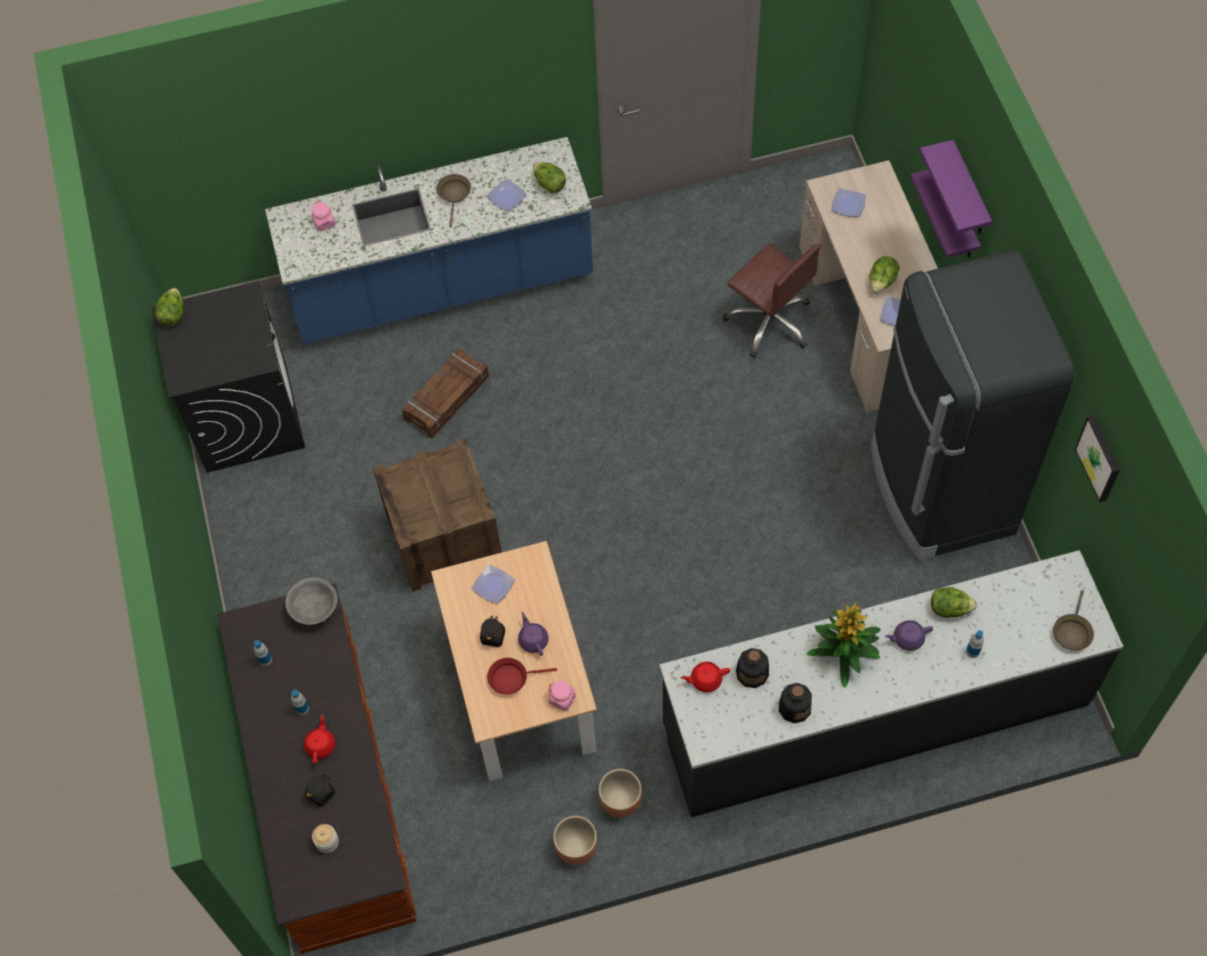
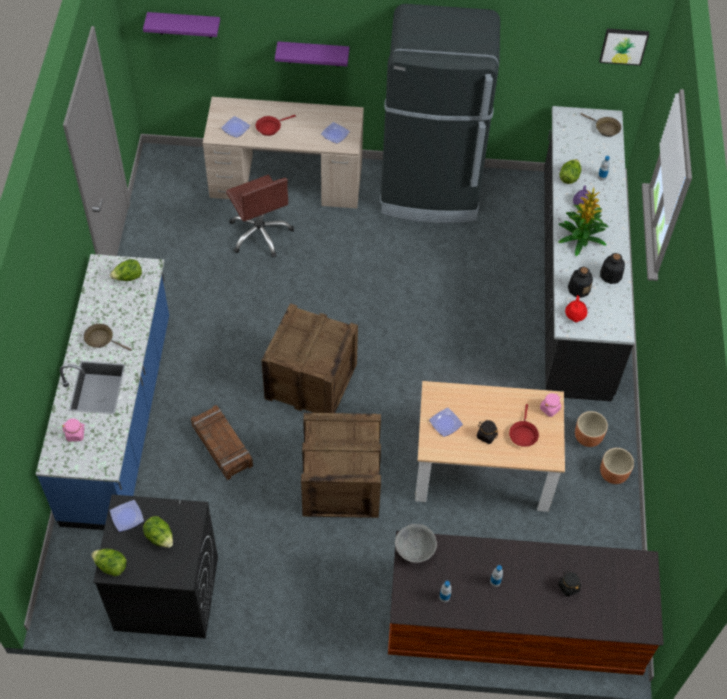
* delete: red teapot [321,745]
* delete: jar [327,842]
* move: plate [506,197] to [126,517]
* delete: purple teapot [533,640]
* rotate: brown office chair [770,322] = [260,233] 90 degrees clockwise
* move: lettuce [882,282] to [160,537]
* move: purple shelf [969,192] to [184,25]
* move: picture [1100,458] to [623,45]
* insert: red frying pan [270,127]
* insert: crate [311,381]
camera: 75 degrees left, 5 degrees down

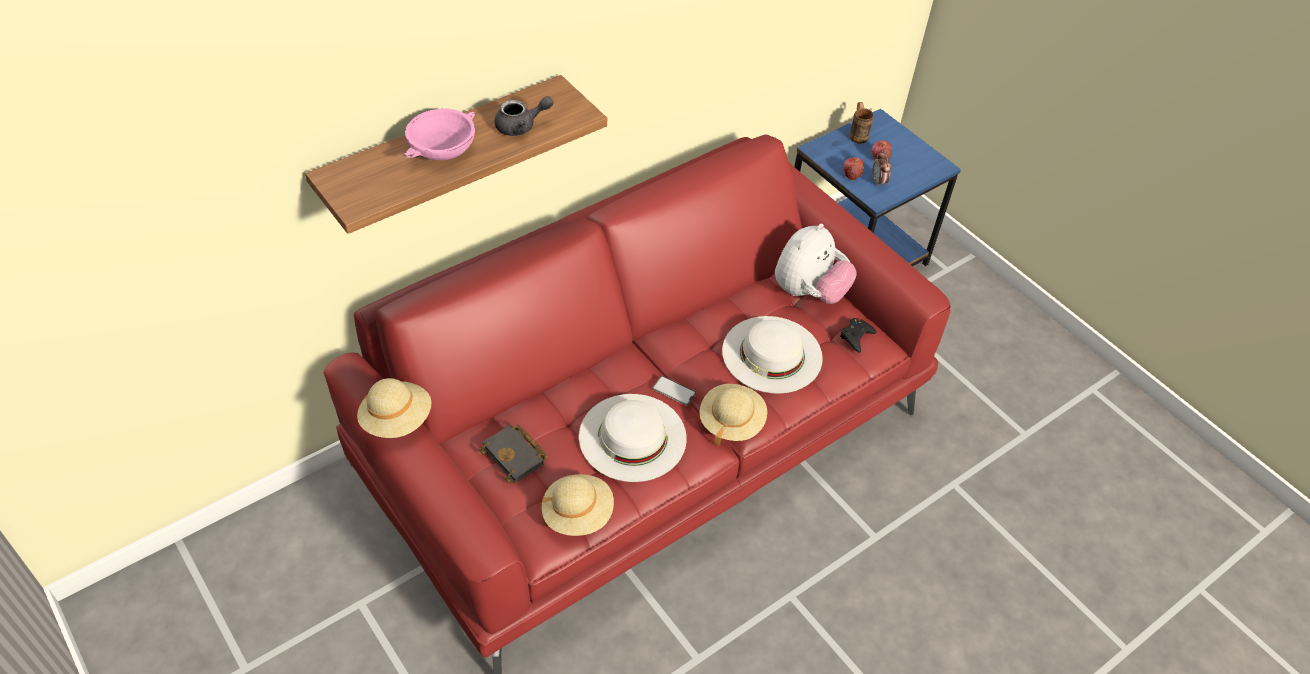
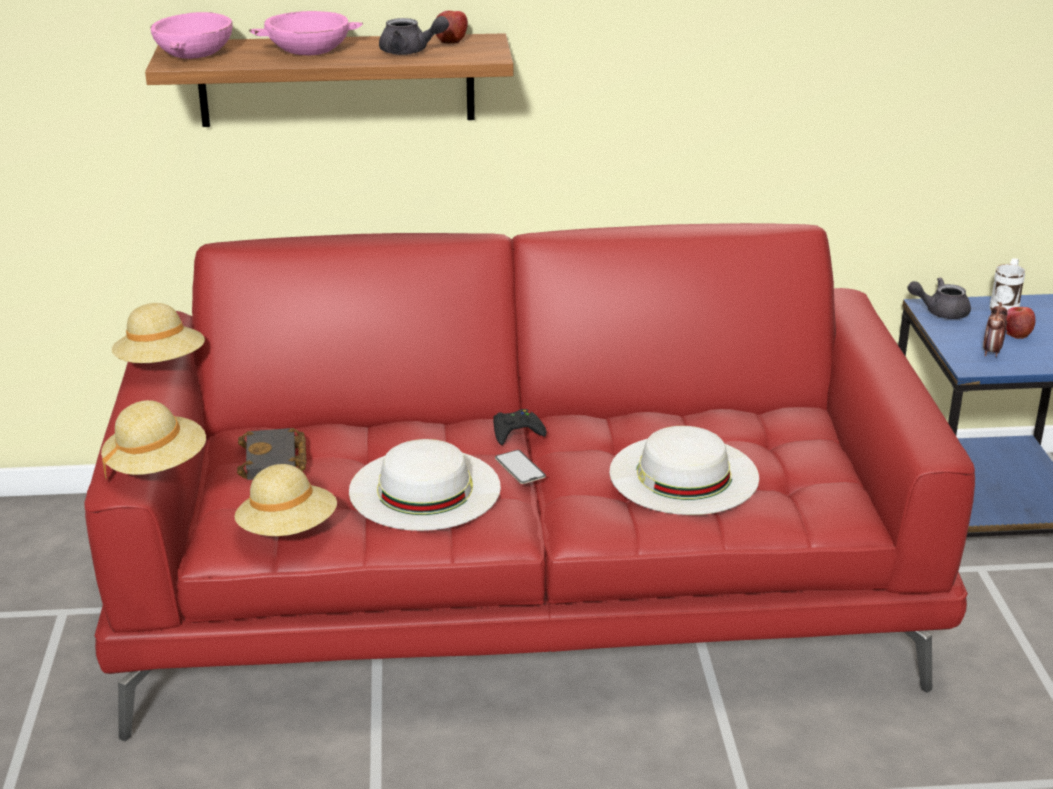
* move: beige hat [731,422] to [157,467]
* delete: plush toy [808,292]
* move: black game controller [856,336] to [516,432]
* move: apple [851,174] to [451,40]
* recolor: brown mug [857,134] to white mug [1005,307]
* insert: pink bowl [195,53]
* insert: grey teapot [940,312]
camera: 35 degrees right, 20 degrees down

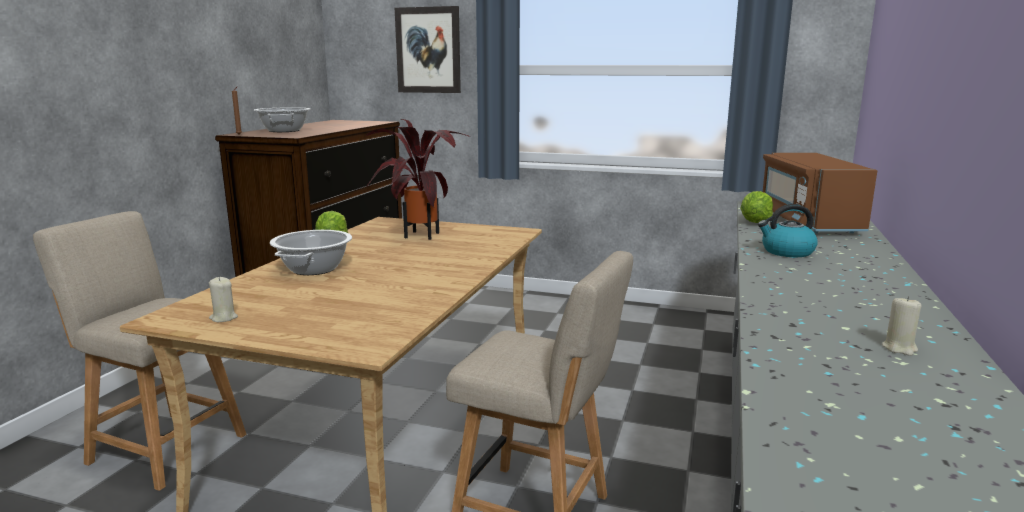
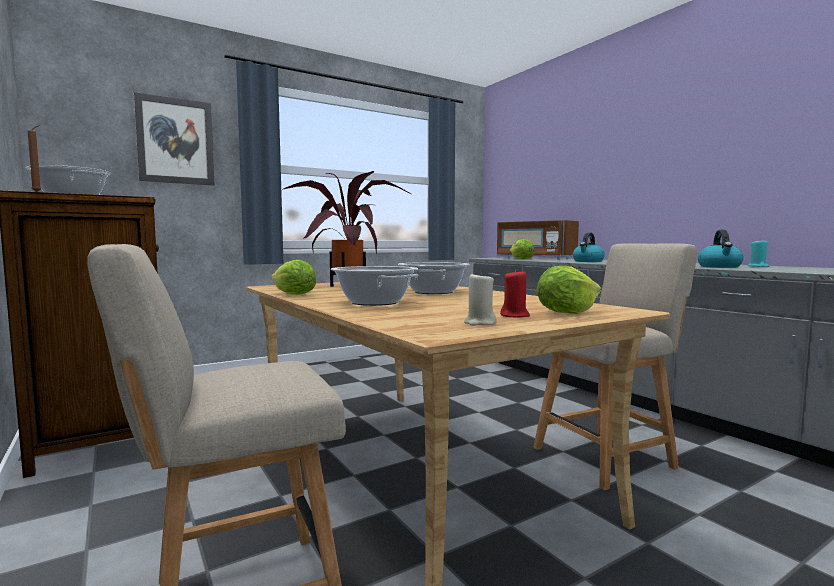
* recolor: beige candle [899,348] to turquoise candle [758,266]
* insert: cooking pot [433,292]
* insert: red candle [515,316]
* insert: lettuce [566,313]
* insert: kettle [720,267]
camera: 50 degrees left, 10 degrees down

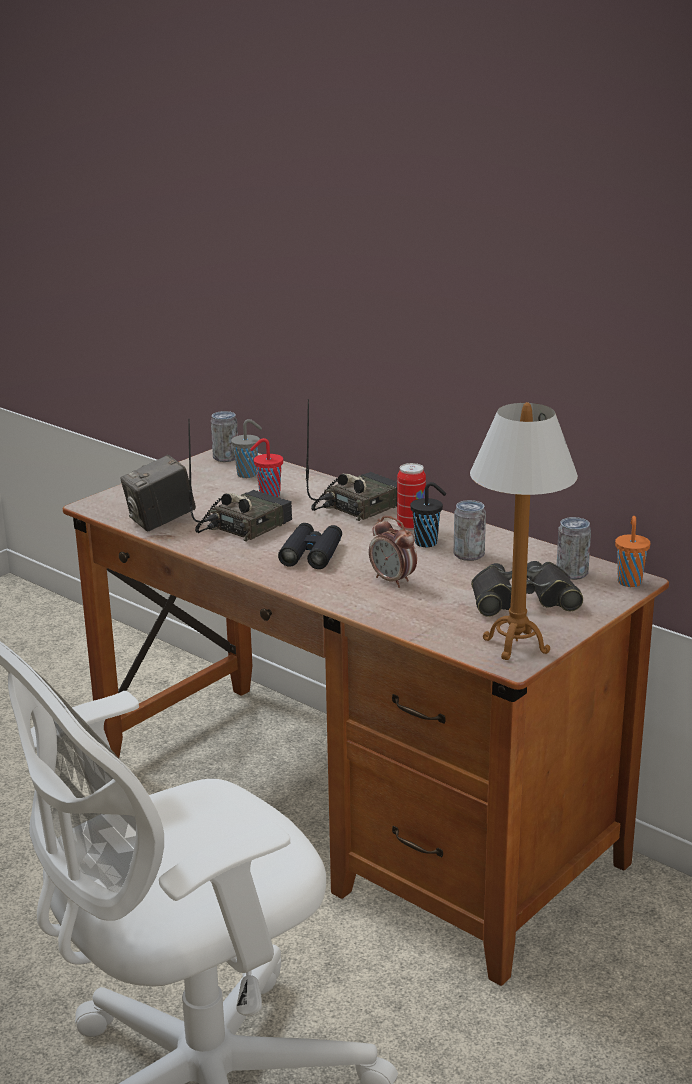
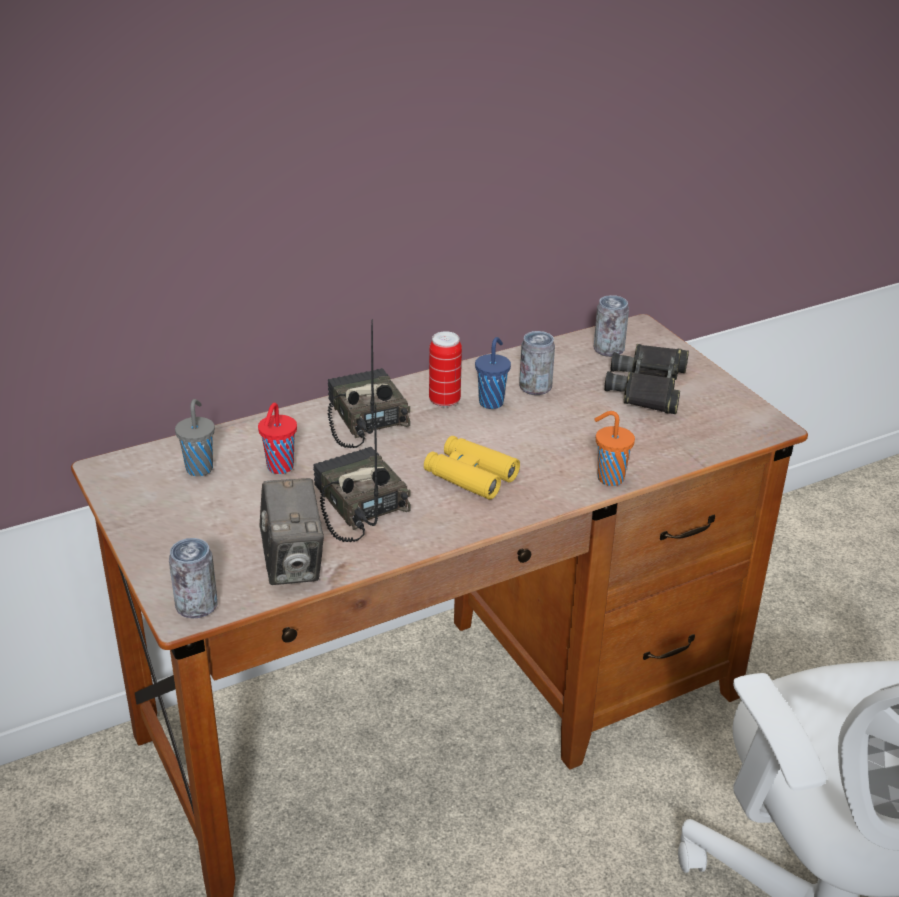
* move: can [225,458] to [196,606]
* recolor: black binoculars [311,554] to yellow binoculars [470,475]
* delete: alarm clock [393,581]
* recolor: black cup [427,543] to blue cup [492,402]
* delete: table lamp [515,646]
* move: orange cup [629,581] to [608,478]
camera: 70 degrees left, 10 degrees up

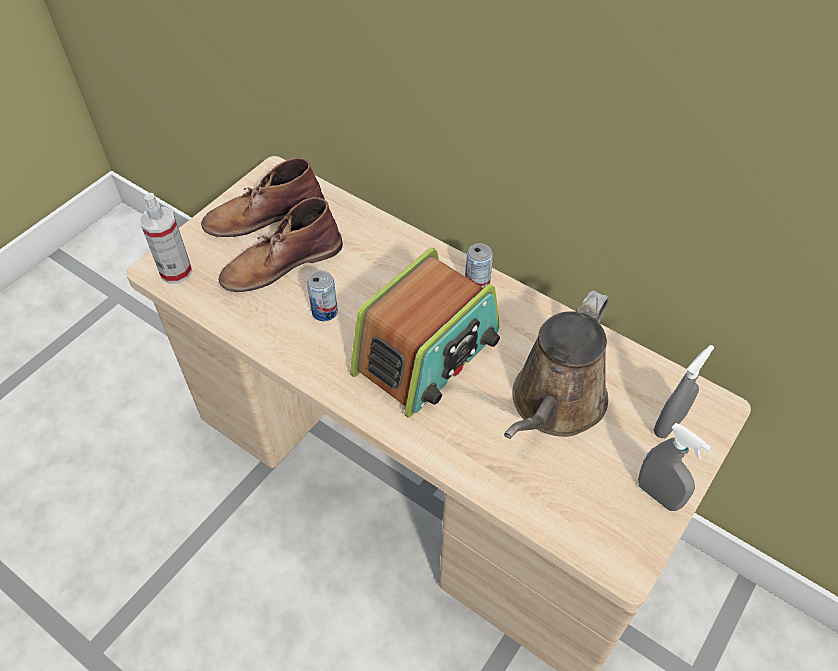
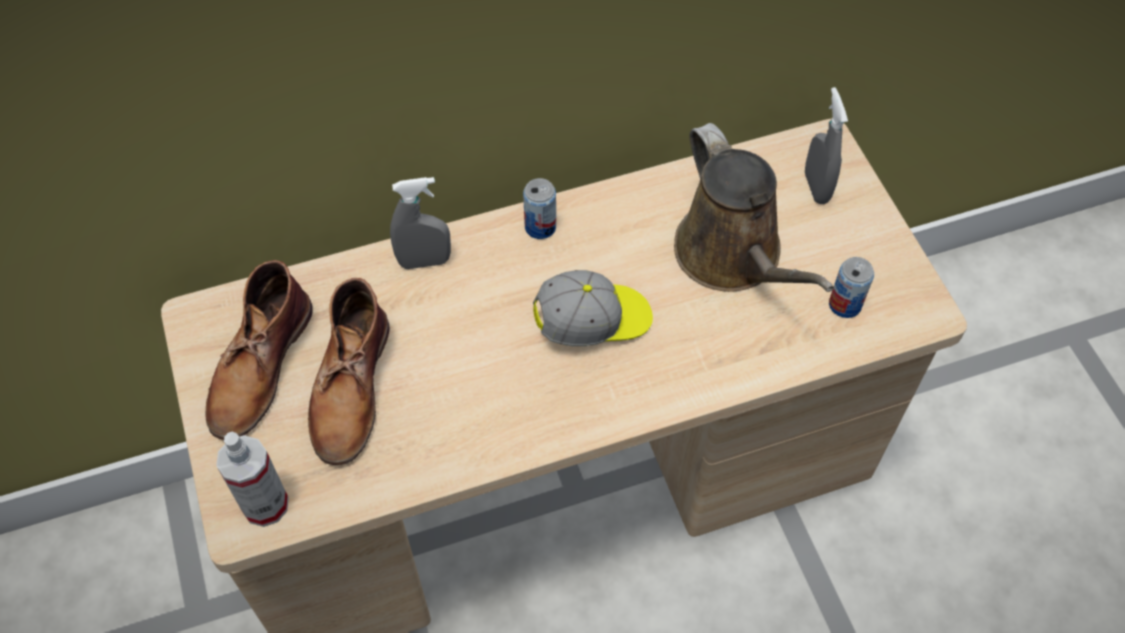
* move: can [324,311] to [845,304]
* replace: radio [427,353] to cap [593,322]
* move: grey spray bottle [658,495] to [424,261]
camera: 55 degrees left, 5 degrees up

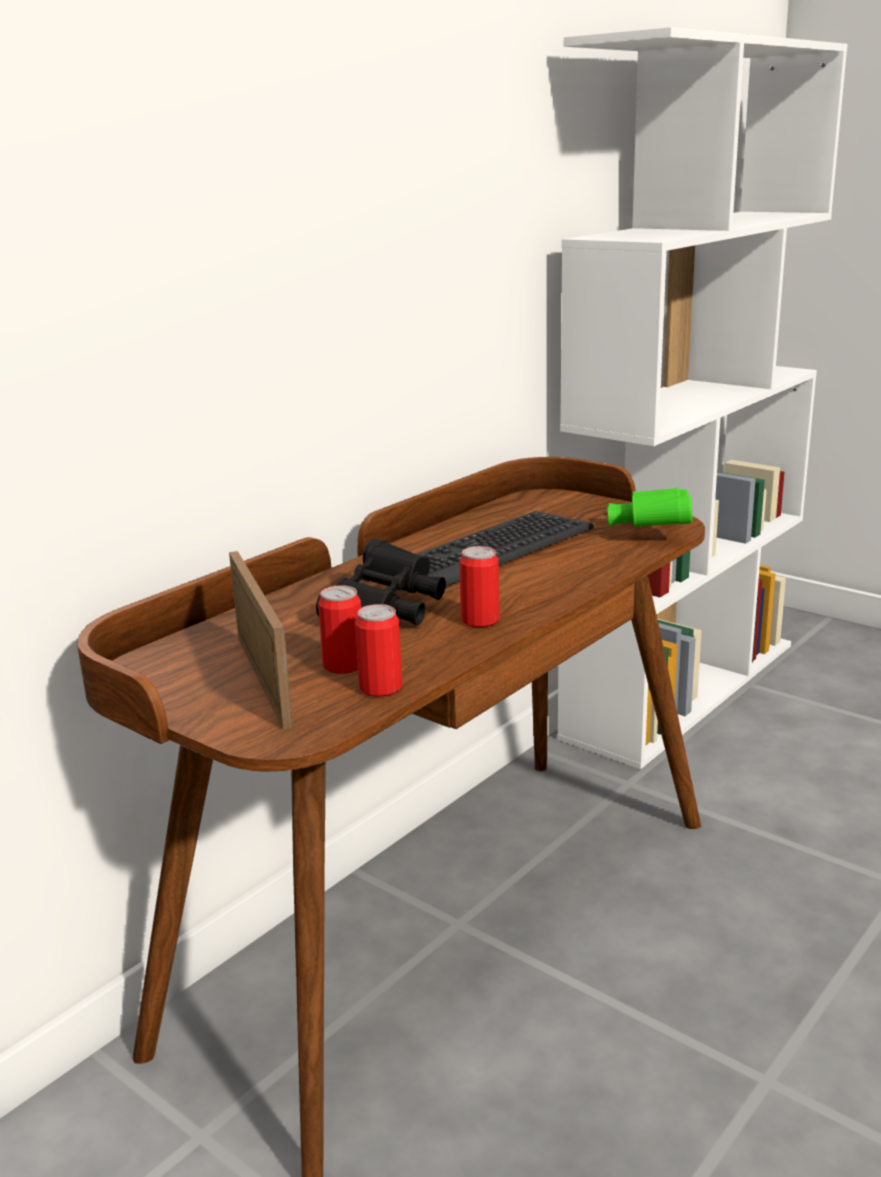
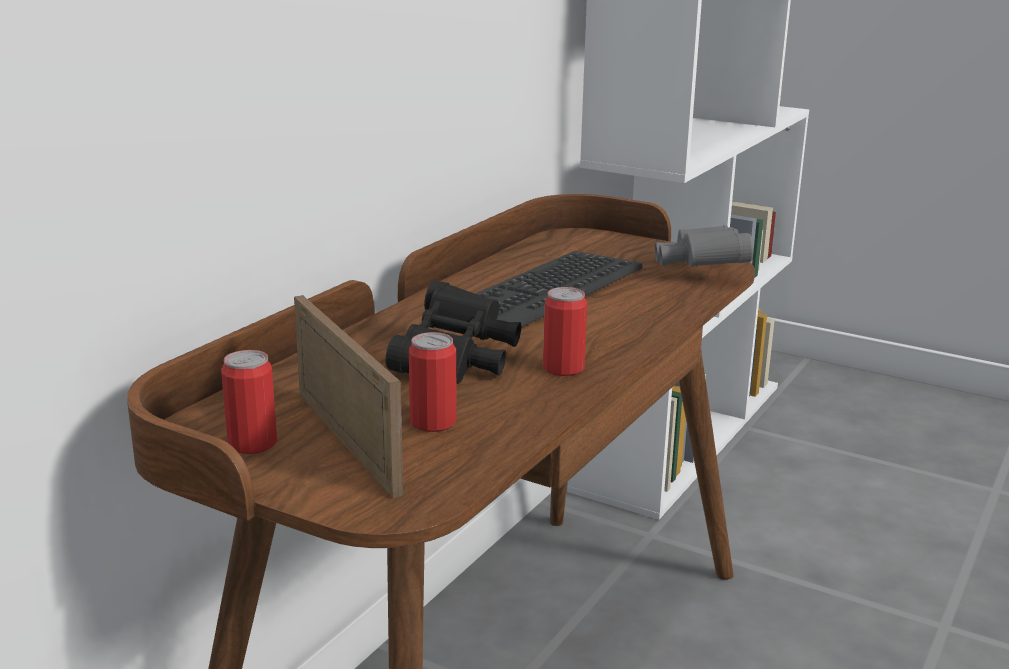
* move: can [380,687] to [252,443]
* recolor: green binoculars [650,530] to grey binoculars [701,270]
camera: 10 degrees left, 0 degrees up

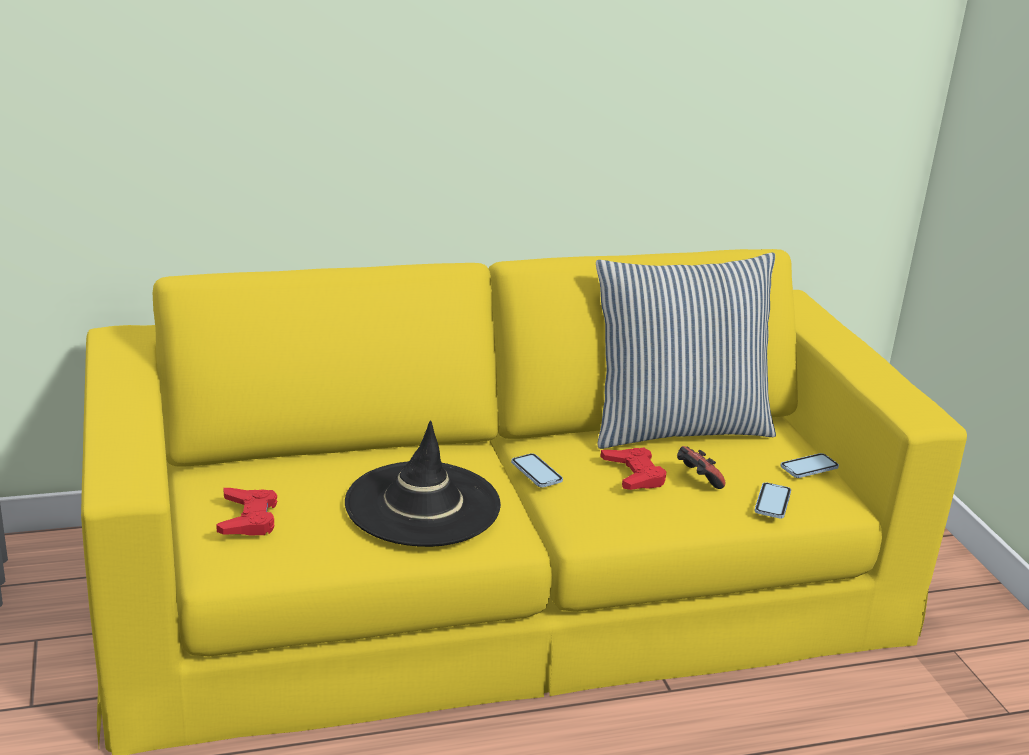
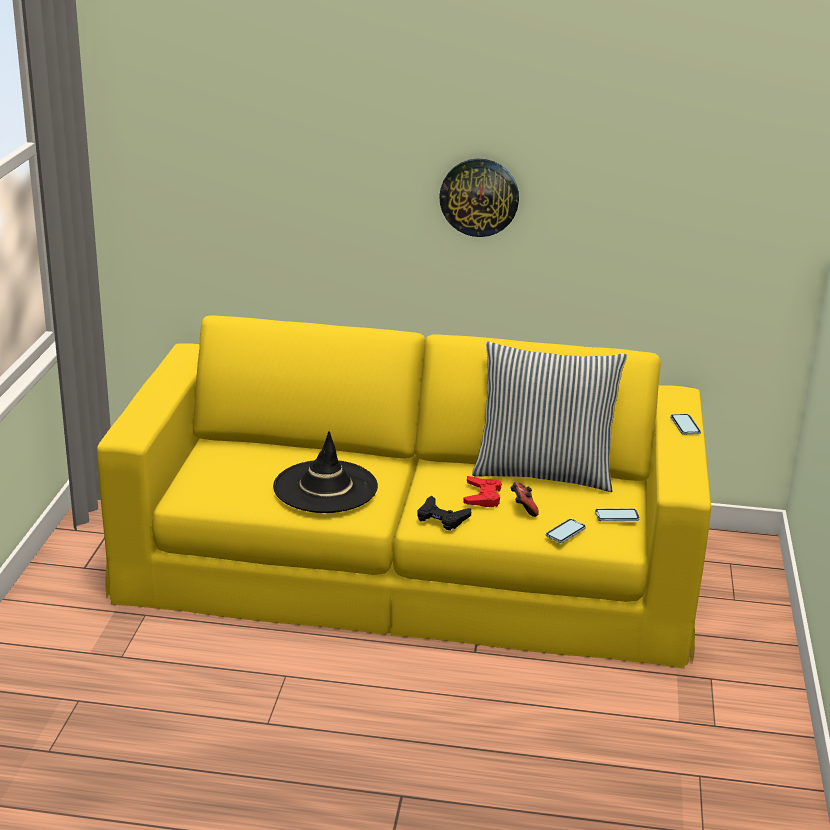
* delete: red game controller [248,518]
* move: phone [536,472] to [685,425]
* insert: black game controller [442,518]
* insert: wall clock [479,197]
camera: 25 degrees right, 0 degrees up

